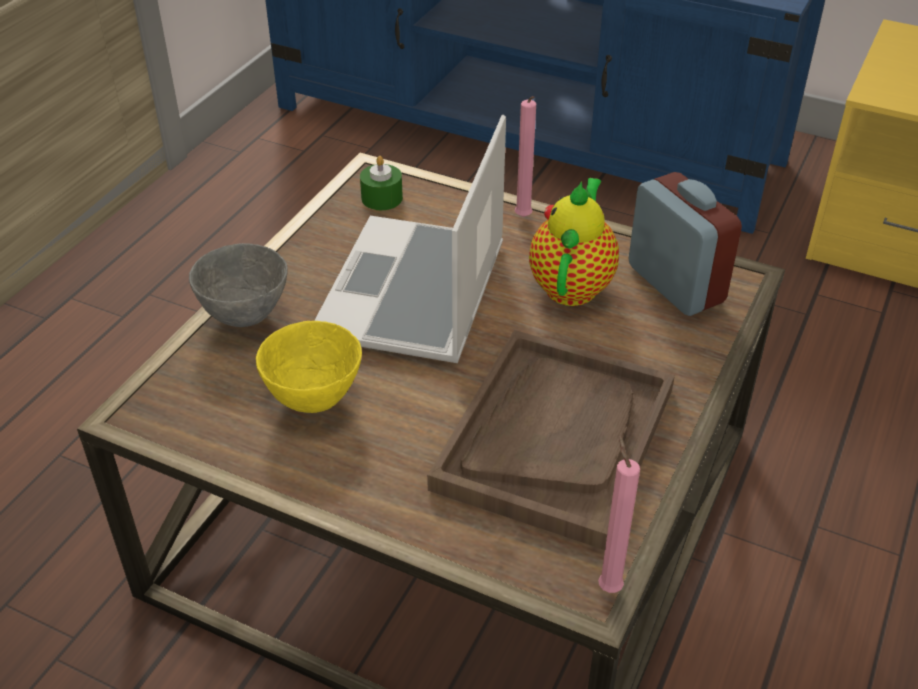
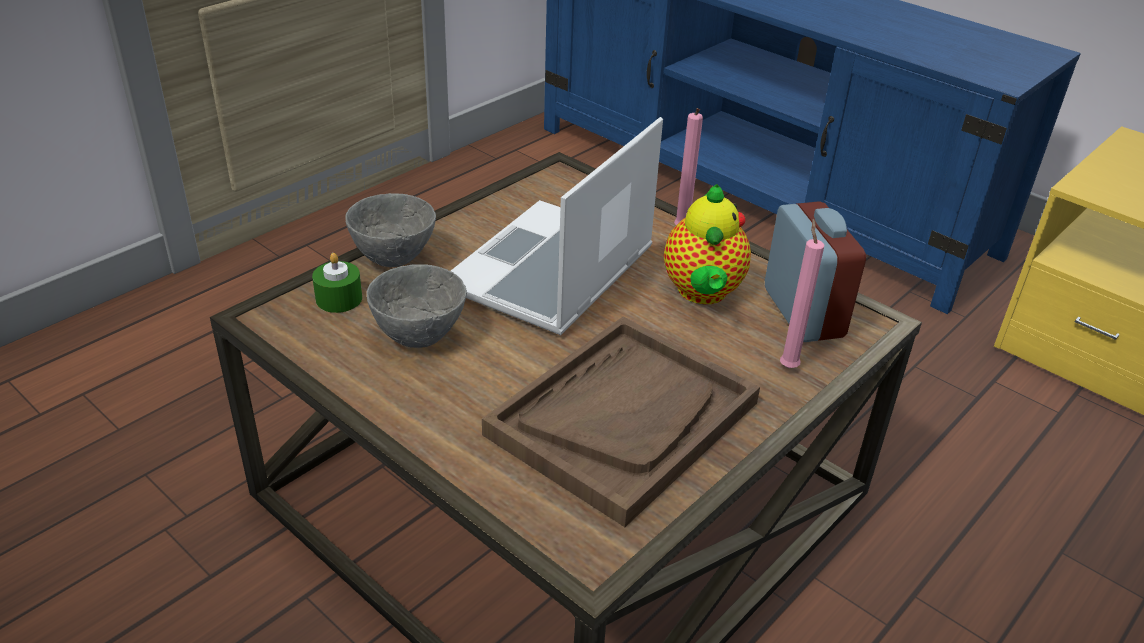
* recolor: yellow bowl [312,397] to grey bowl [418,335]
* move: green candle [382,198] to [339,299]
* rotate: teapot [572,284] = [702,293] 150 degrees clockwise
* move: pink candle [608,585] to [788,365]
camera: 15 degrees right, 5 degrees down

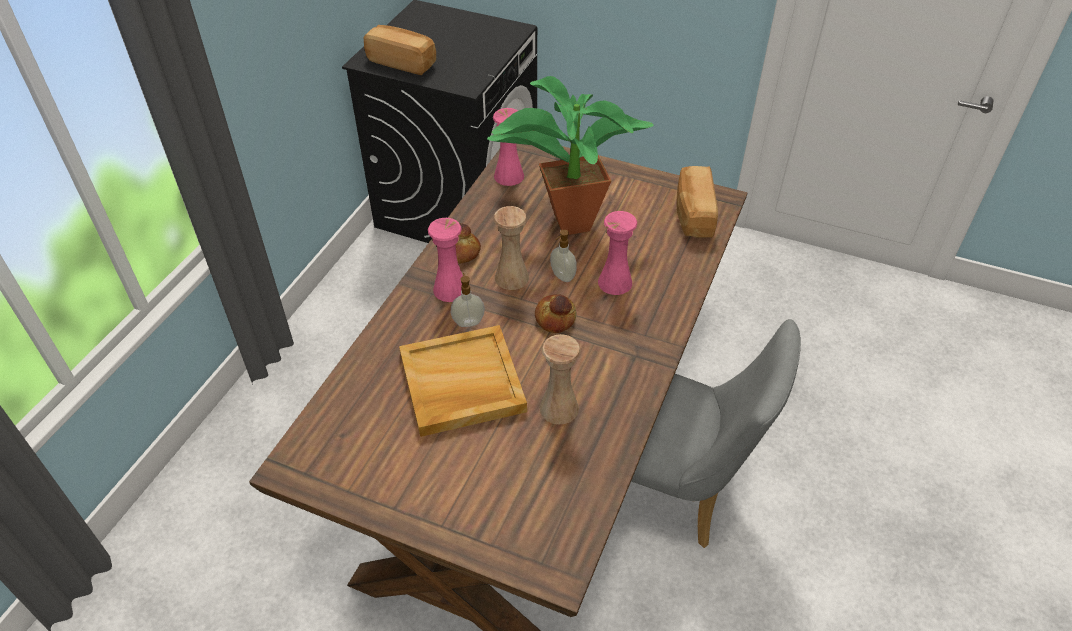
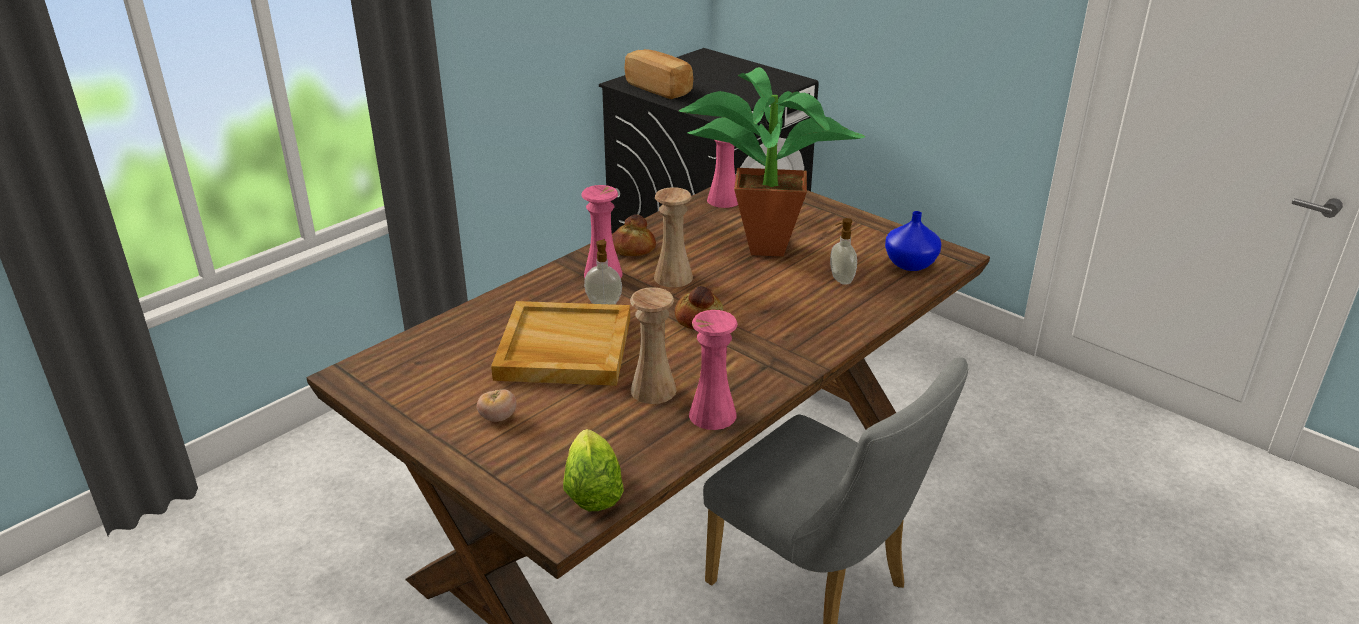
* move: soap dispenser [562,276] to [840,280]
* move: pink vase [615,282] to [712,415]
* replace: bread [693,214] to blue vase [911,263]
* insert: tomato [498,417]
* insert: lettuce [592,492]
camera: 20 degrees right, 15 degrees down

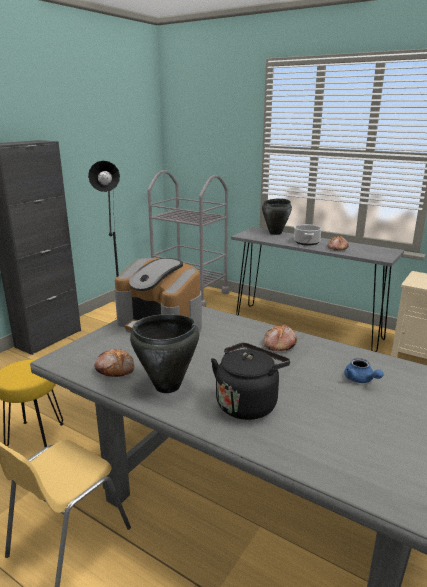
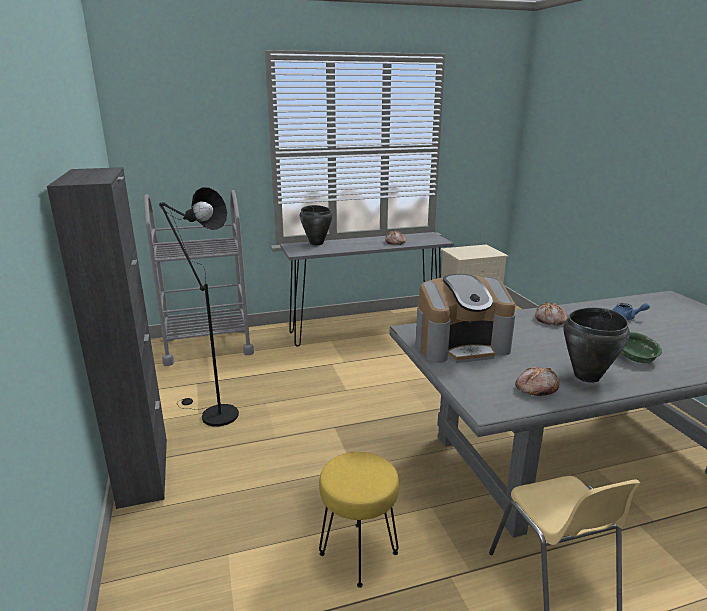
* replace: black kettle [248,403] to green bowl [635,358]
* delete: cooking pot [306,242]
camera: 50 degrees left, 0 degrees up

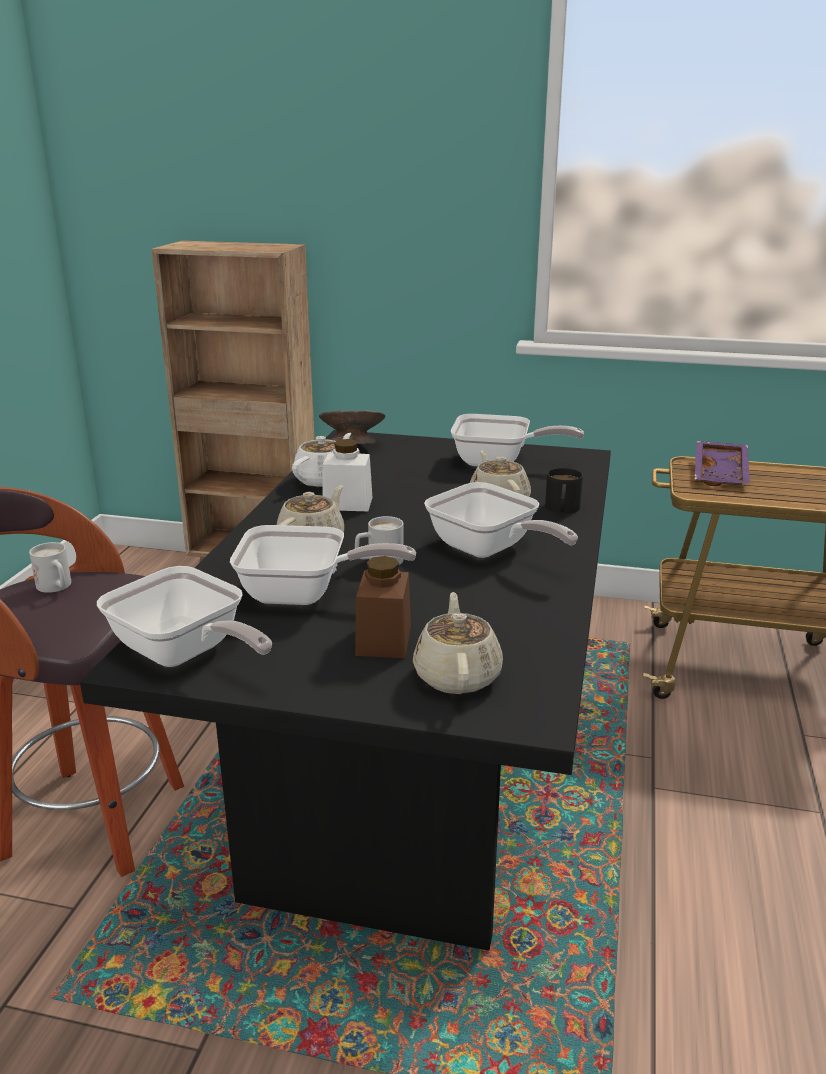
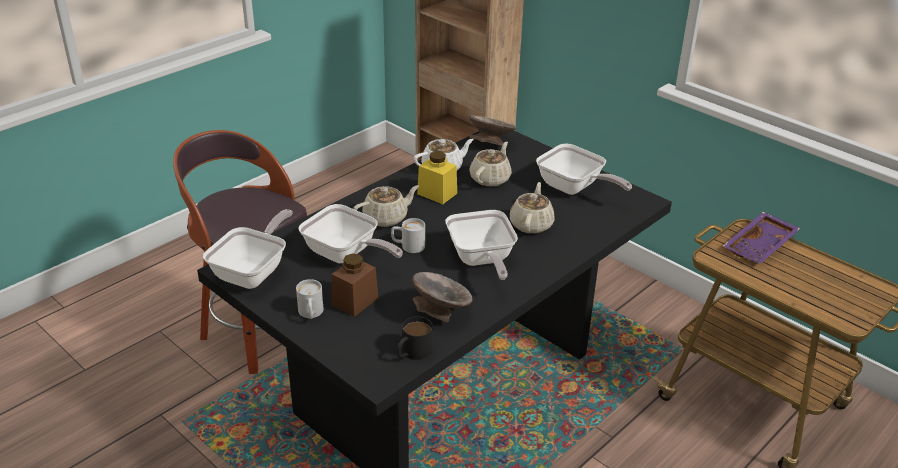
* move: white mug [56,587] to [311,314]
* rotate: frying pan [185,654] = [254,272] 135 degrees counterclockwise
* recolor: white jar [347,503] to yellow jar [437,193]
* move: beige teapot [457,675] to [490,178]
* move: black mug [562,509] to [412,352]
* insert: grey bowl [440,313]
camera: 30 degrees right, 10 degrees up

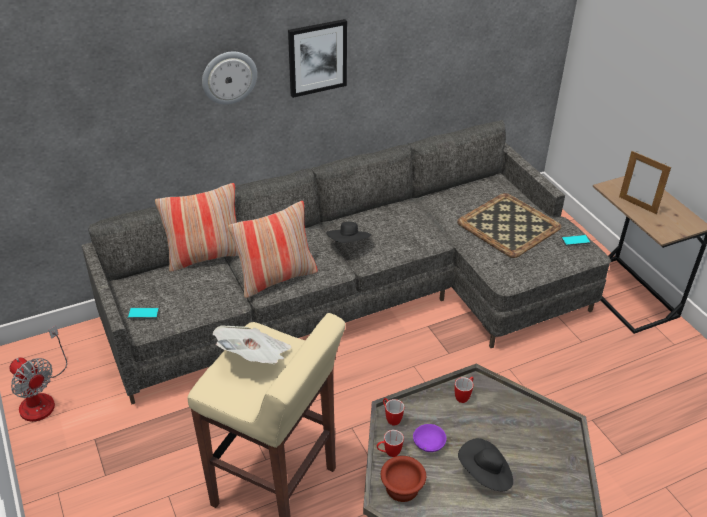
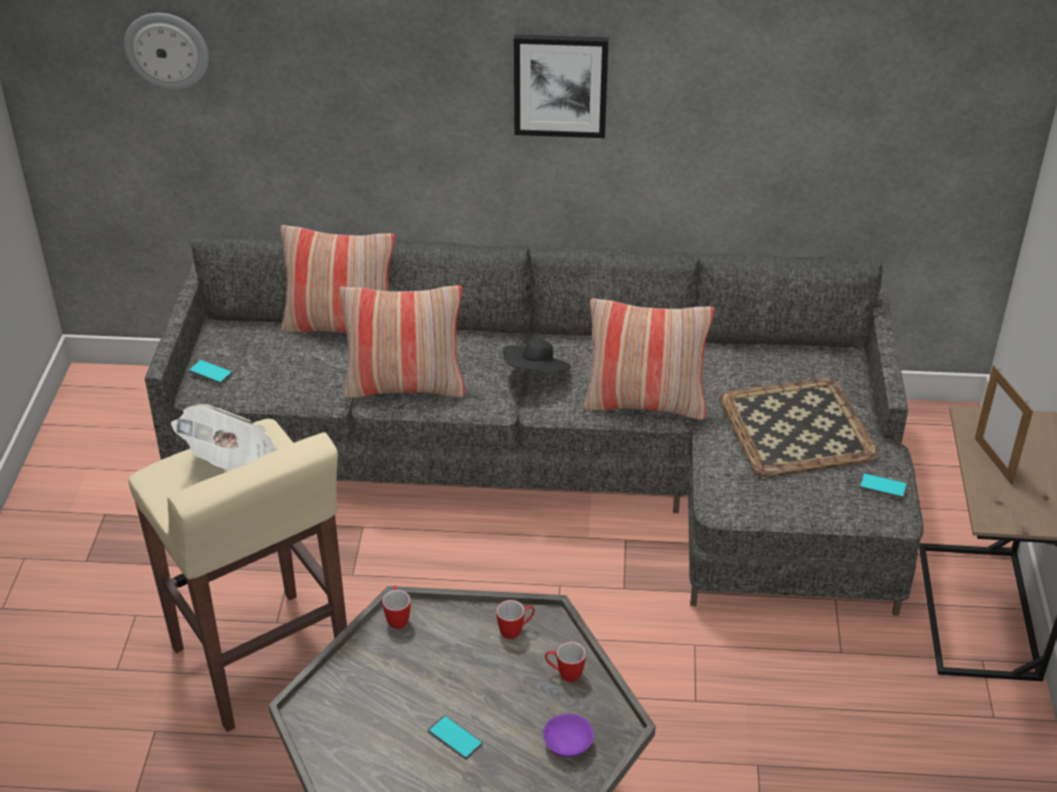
* delete: fan [41,397]
* move: wall clock [229,77] to [167,50]
* move: mug [389,453] to [564,674]
* delete: brown bowl [401,489]
* move: purple bowl [430,443] to [569,744]
* replace: black hat [485,475] to phone [455,738]
* insert: pillow [645,403]
camera: 30 degrees right, 0 degrees up

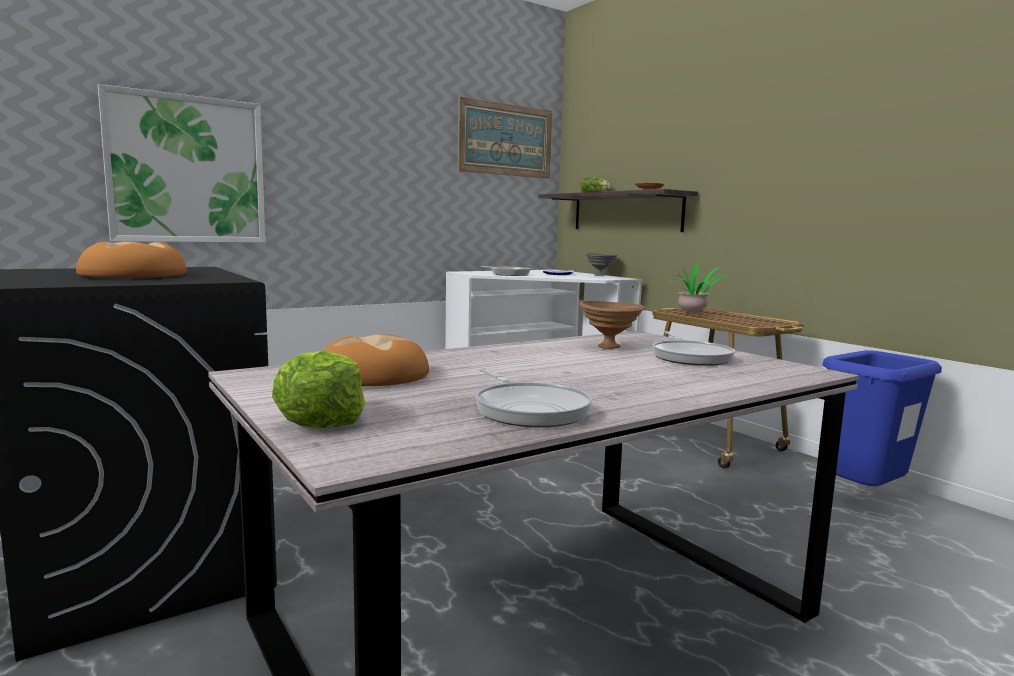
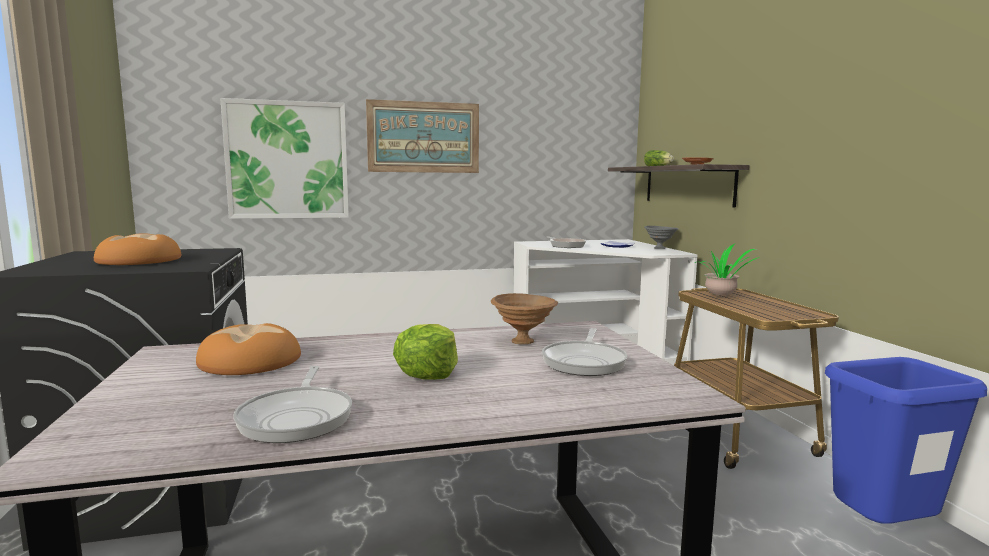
* move: lettuce [322,420] to [428,372]
* move: picture [505,140] to [423,137]
camera: 20 degrees right, 0 degrees up

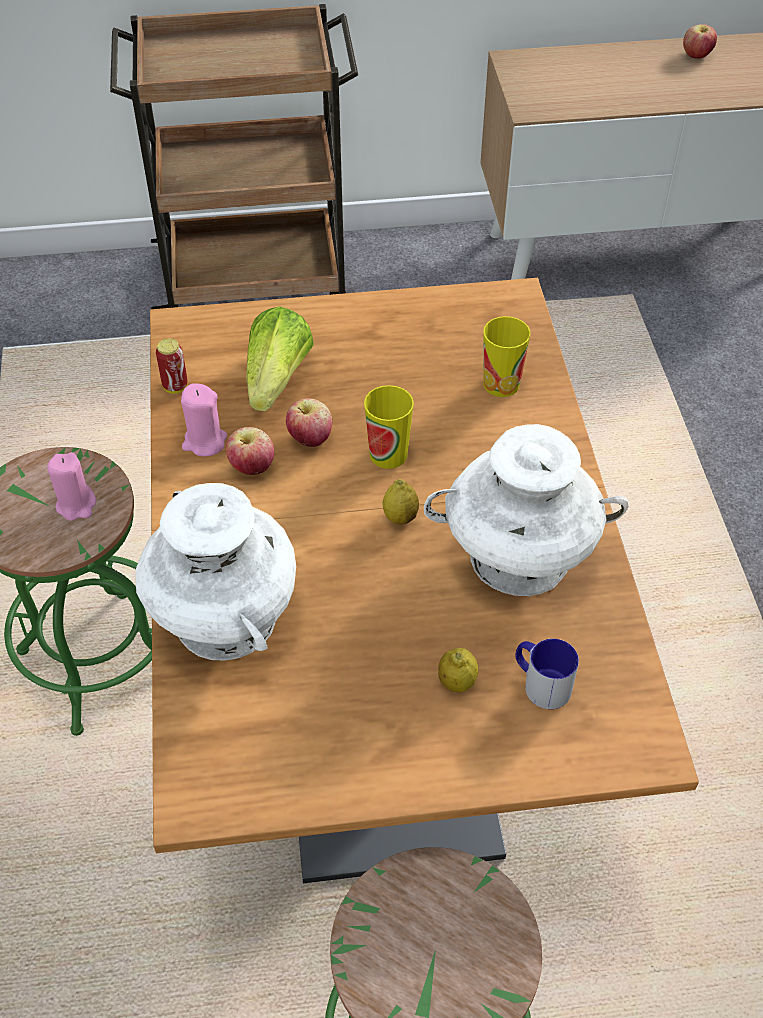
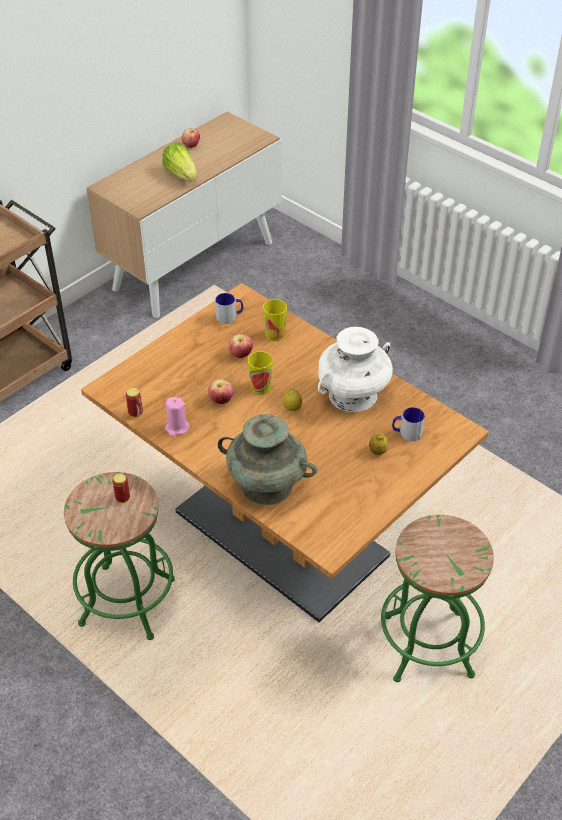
* replace: pink candle [76,505] to can [122,498]
* recolor: white vase [226,618] to turquoise vase [267,485]
* move: apple [252,467] to [240,354]
* move: lettuce [277,380] to [181,174]
* insert: mug [230,317]
camera: 40 degrees left, 5 degrees down

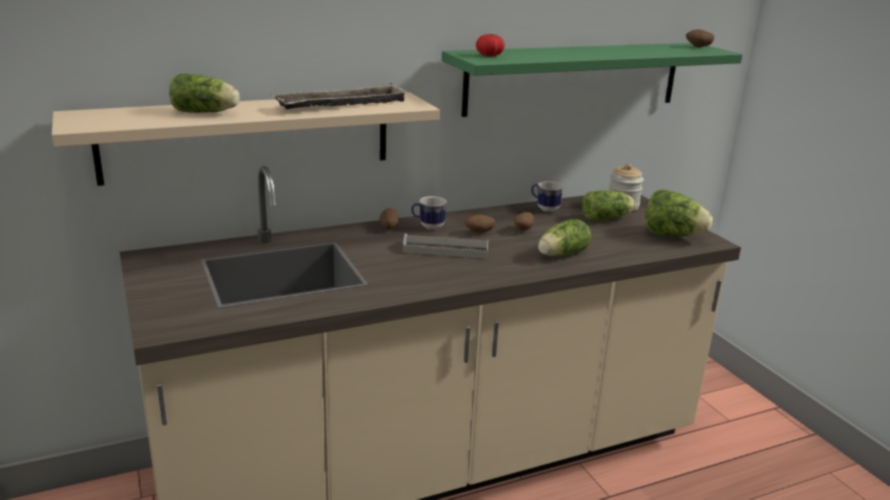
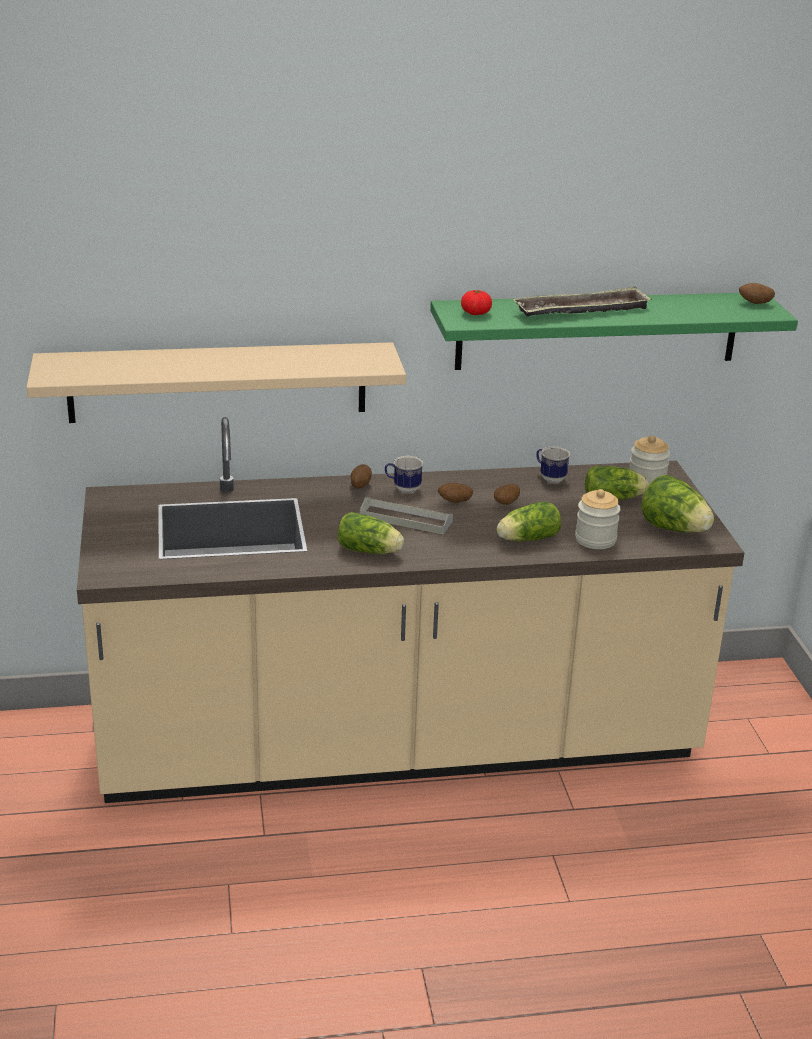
* move: lettuce [206,112] to [371,551]
* move: tray [342,105] to [581,311]
* insert: jar [595,540]
camera: 15 degrees right, 5 degrees up

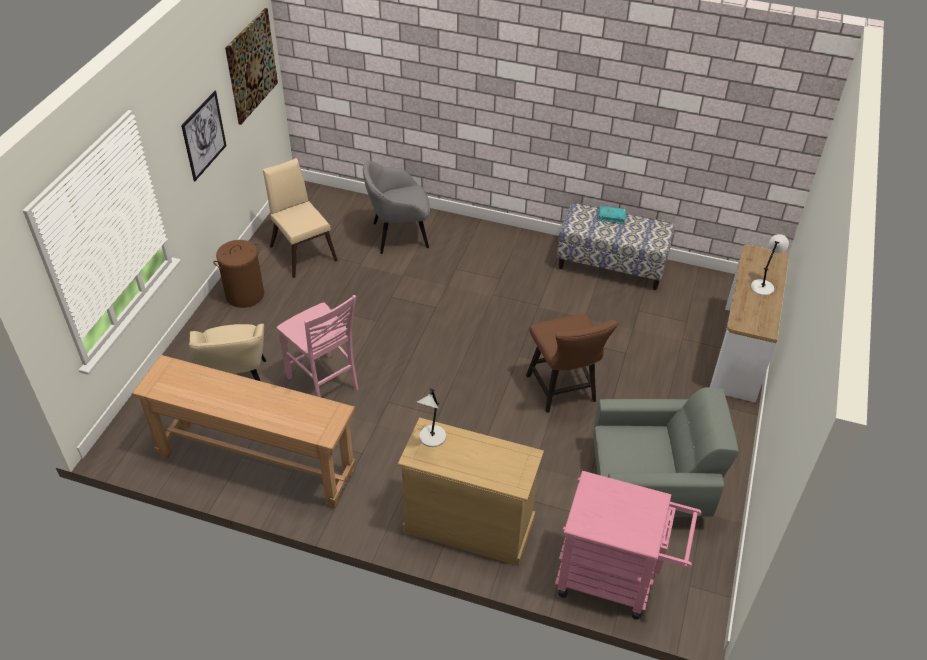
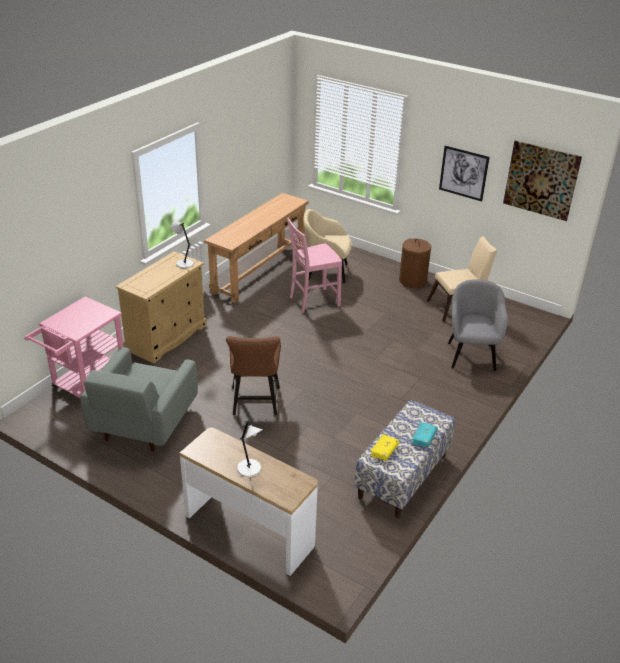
* rotate: brown chair [564,392] = [255,403] 90 degrees counterclockwise
* insert: yellow book [384,450]
camera: 105 degrees right, 10 degrees down

